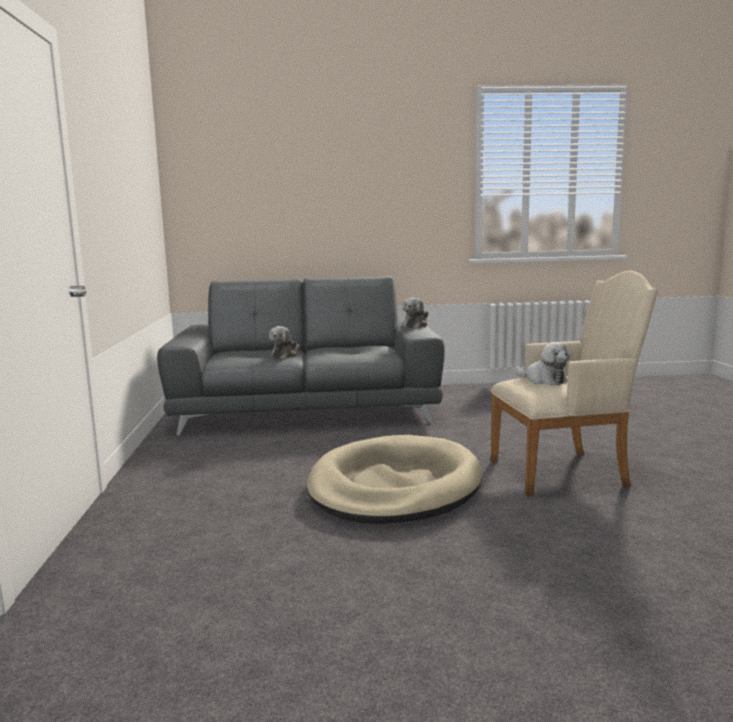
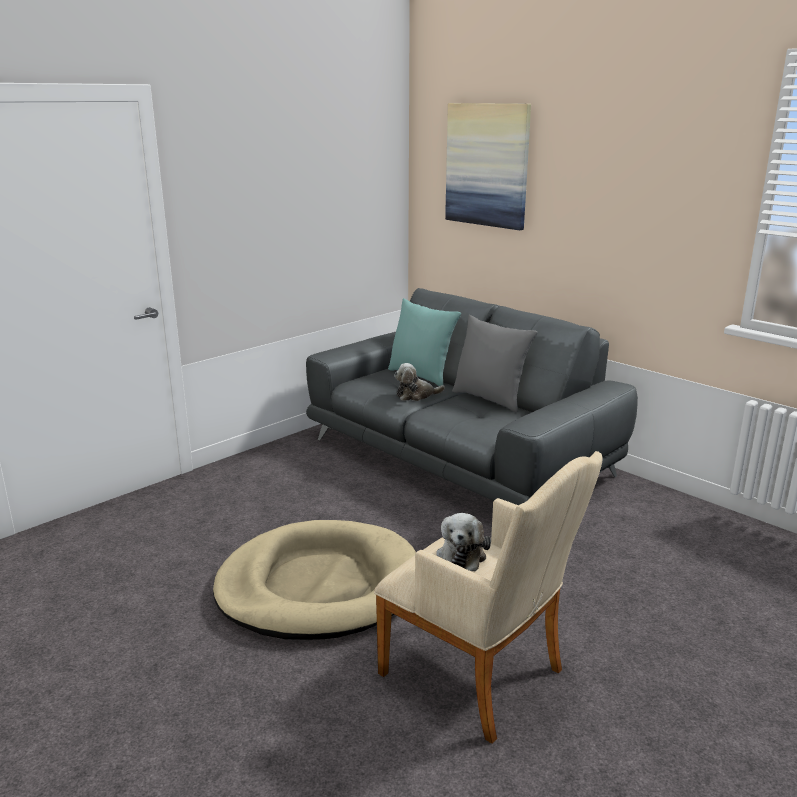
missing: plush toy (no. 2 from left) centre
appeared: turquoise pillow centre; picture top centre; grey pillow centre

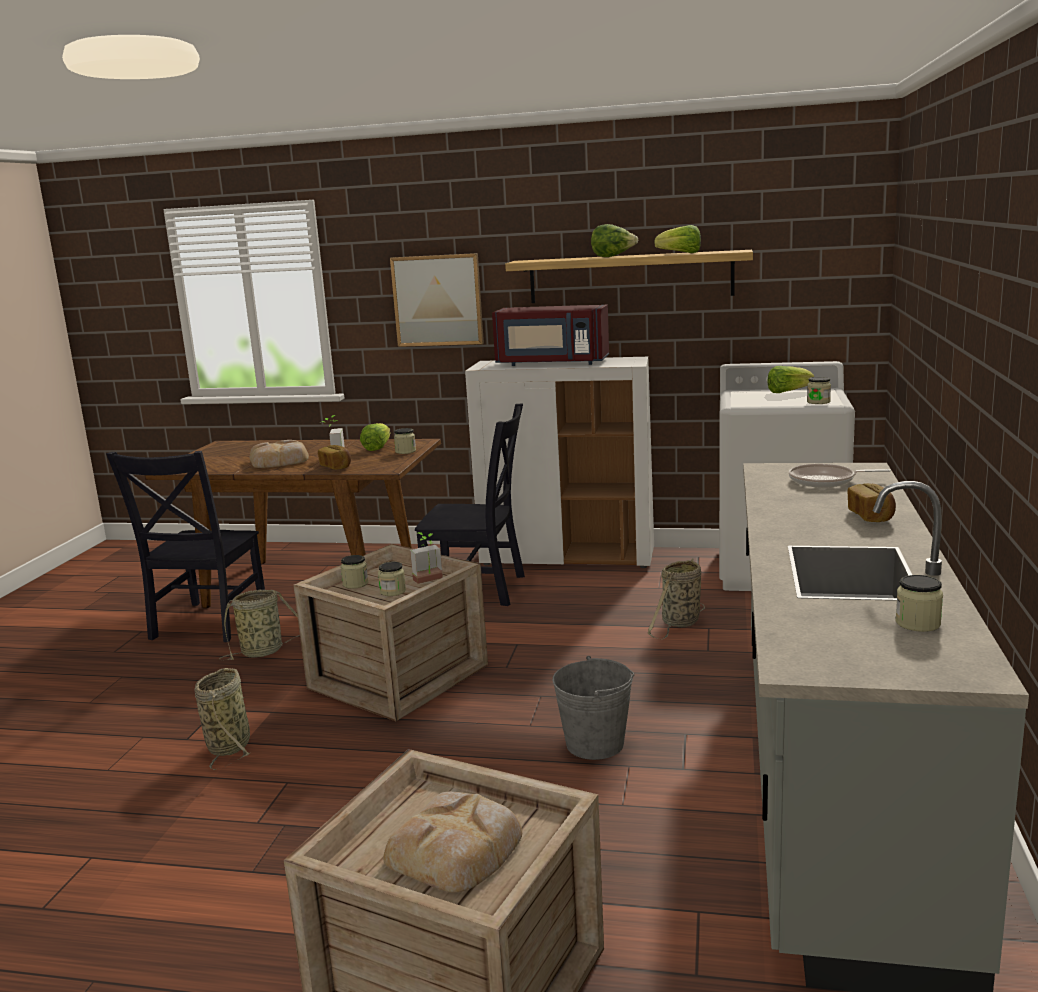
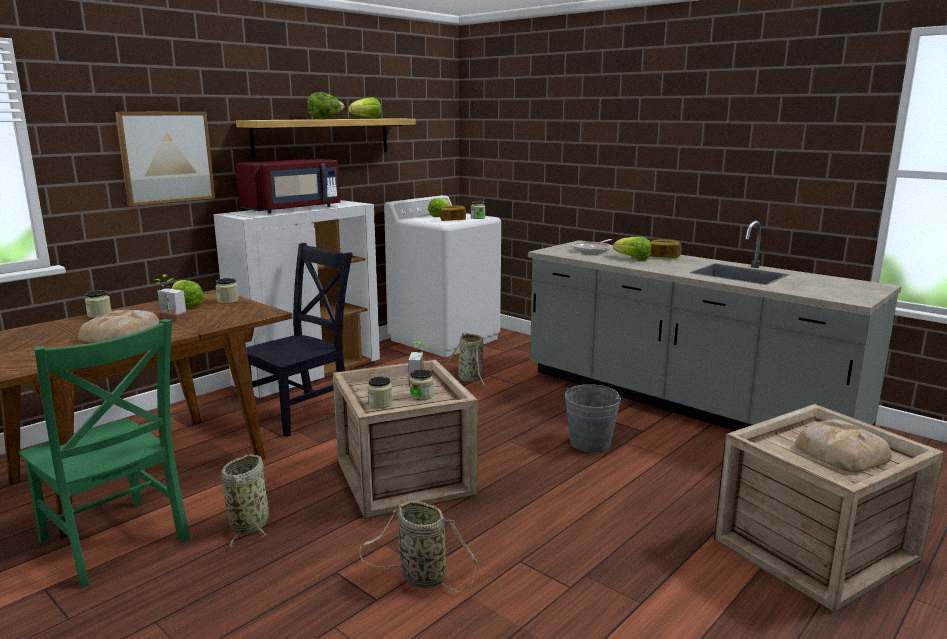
appeared: lettuce (no. 5 from left) middle right
relocated: jar (no. 5 from left in the first image) middle right to jar (no. 1 from left) middle left; bread (no. 2 from left) middle left to centre
colour: black chair (no. 1 from left) middle left to green chair bottom left

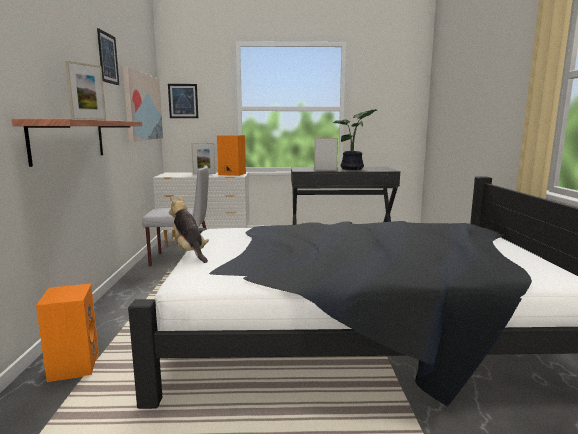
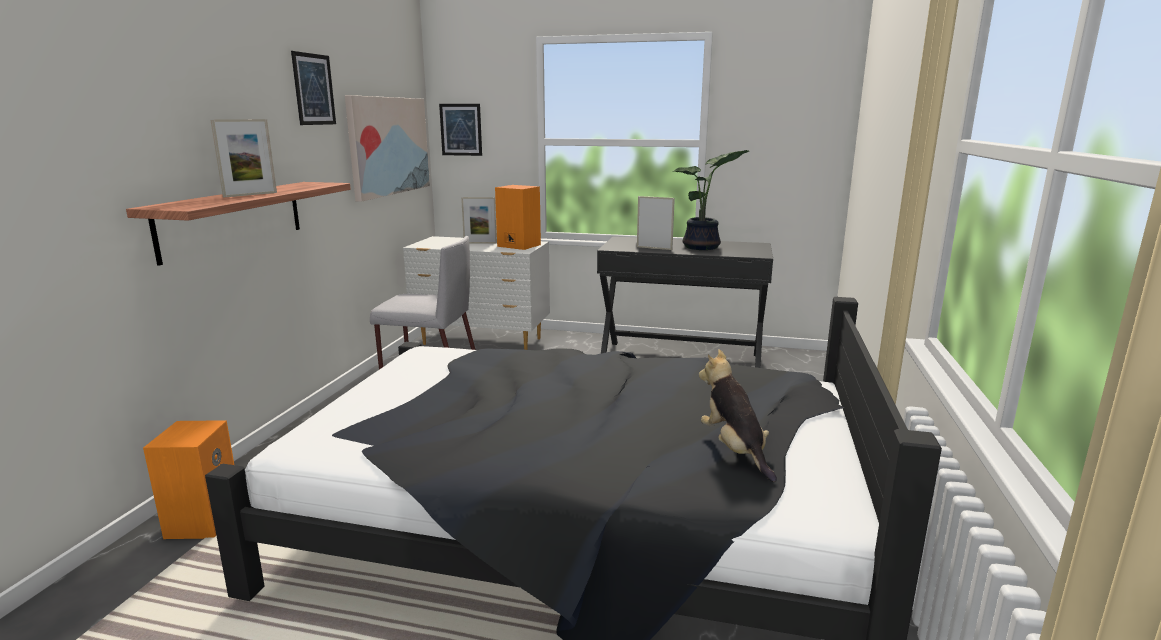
relocated: plush toy middle left to centre

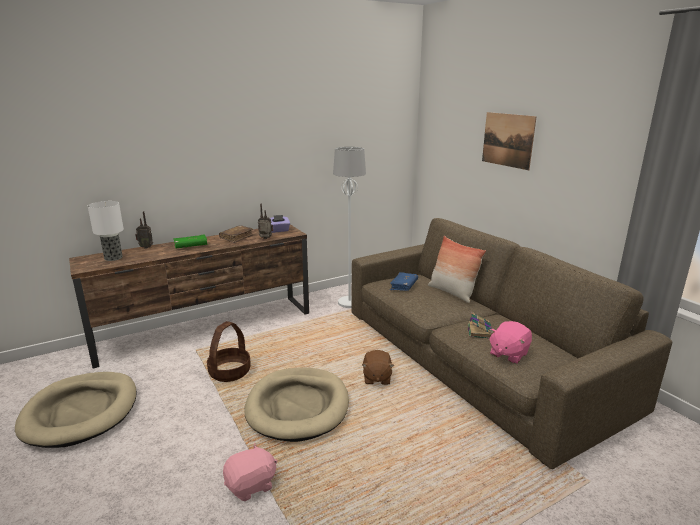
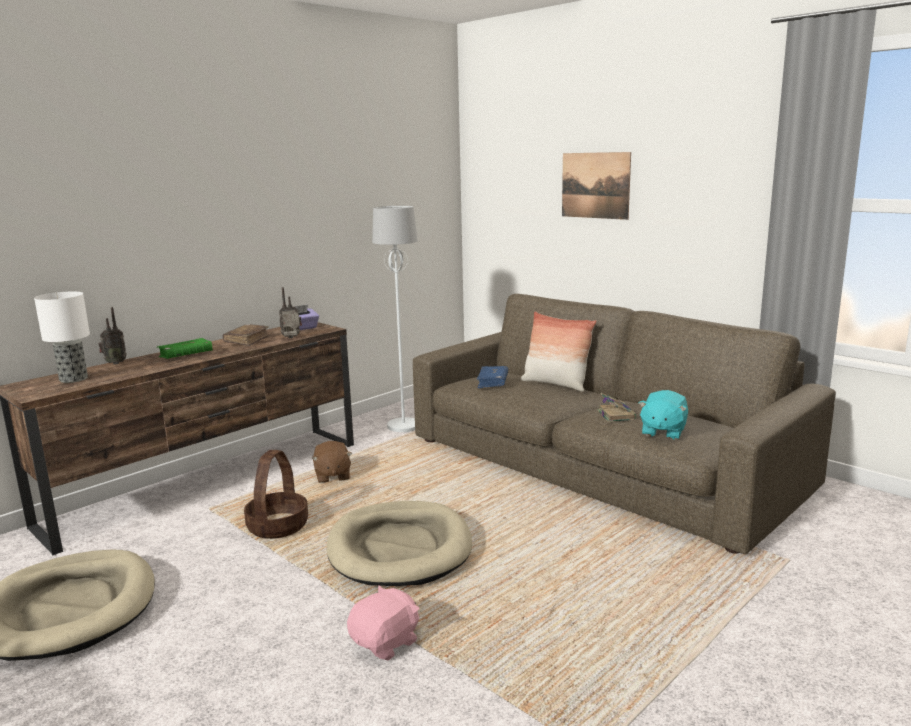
relocated: brown plush toy bottom centre to centre
colour: pink plush toy (no. 2 from left) middle right to turquoise plush toy middle right

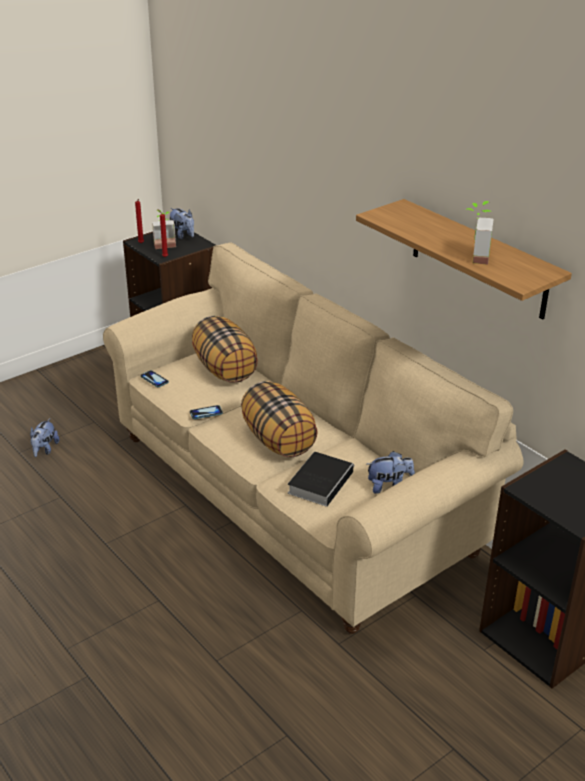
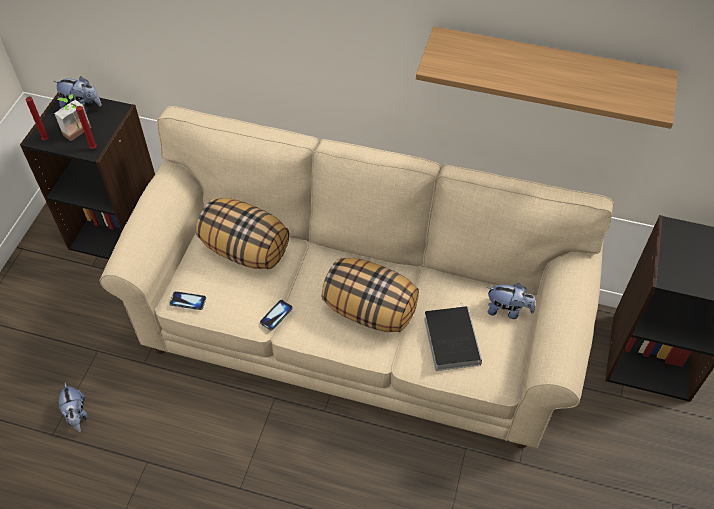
missing: potted plant (no. 2 from left) top right
spun: plush toy (no. 3 from left) middle right = middle right 60 degrees clockwise

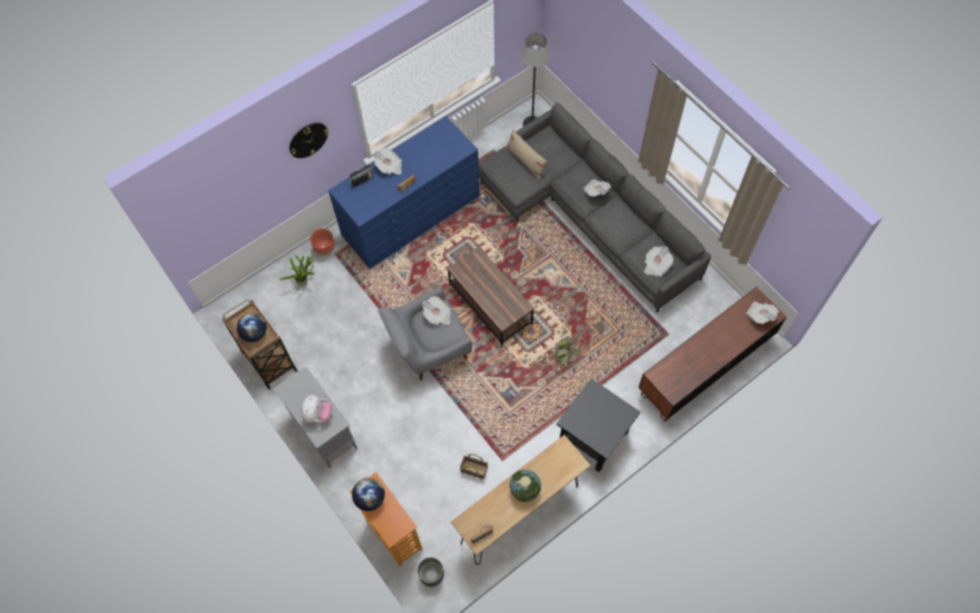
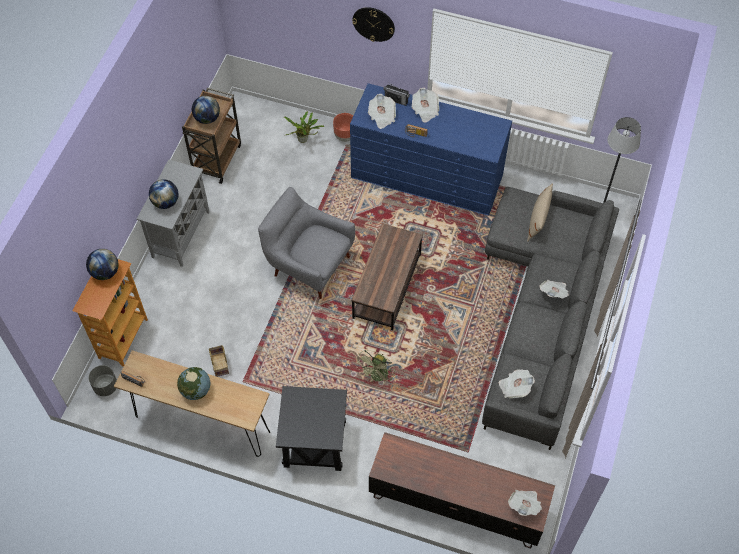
relocated: newspaper (no. 2 from left in the first image) centre to newspaper (no. 1 from left) top centre
exchanged: plush toy bottom left to globe (no. 2 from left) middle left

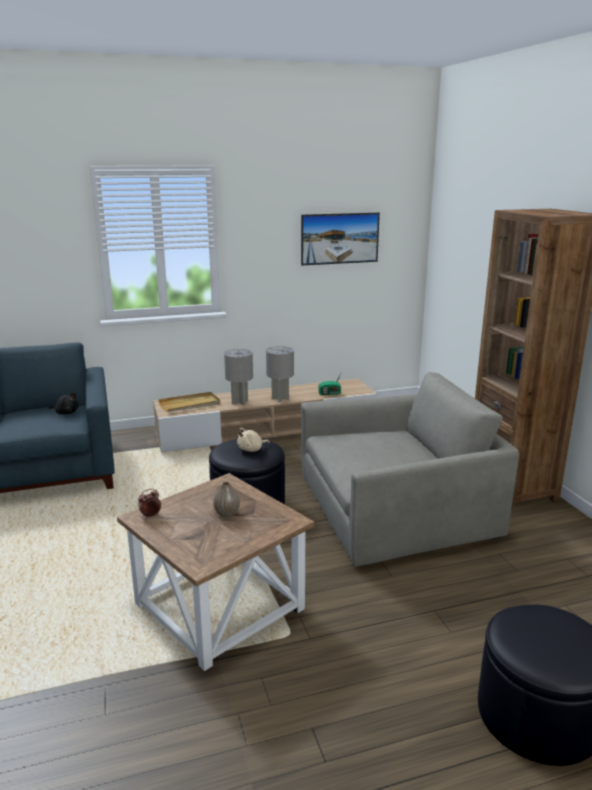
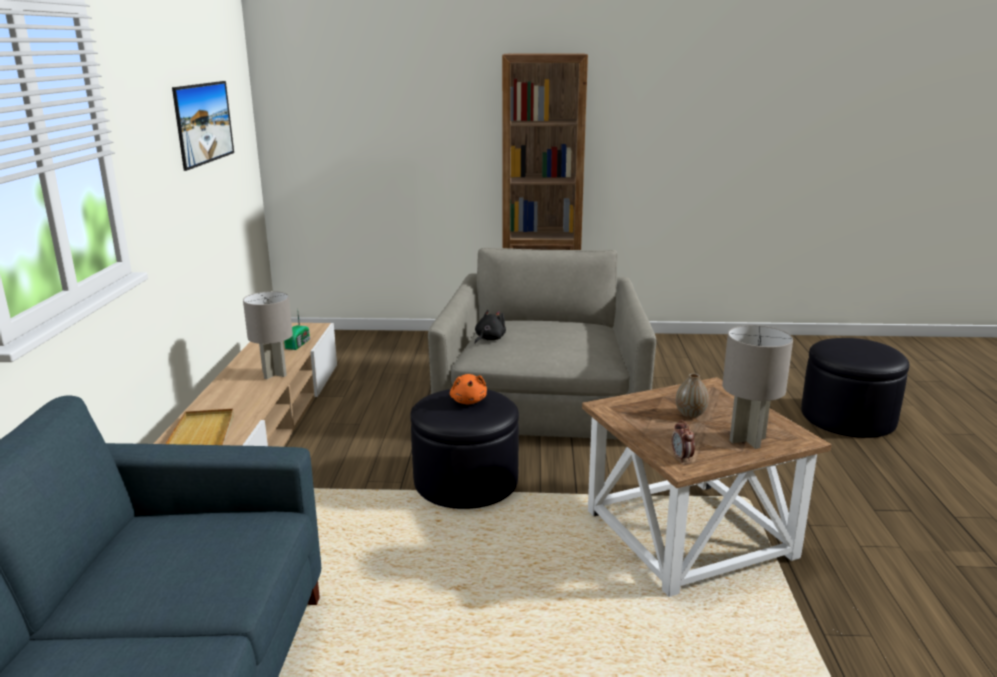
relocated: black plush toy middle left to centre; grey table lamp (no. 1 from left in the first image) centre to grey table lamp (no. 2 from left) middle right
colour: beige plush toy centre to orange plush toy centre

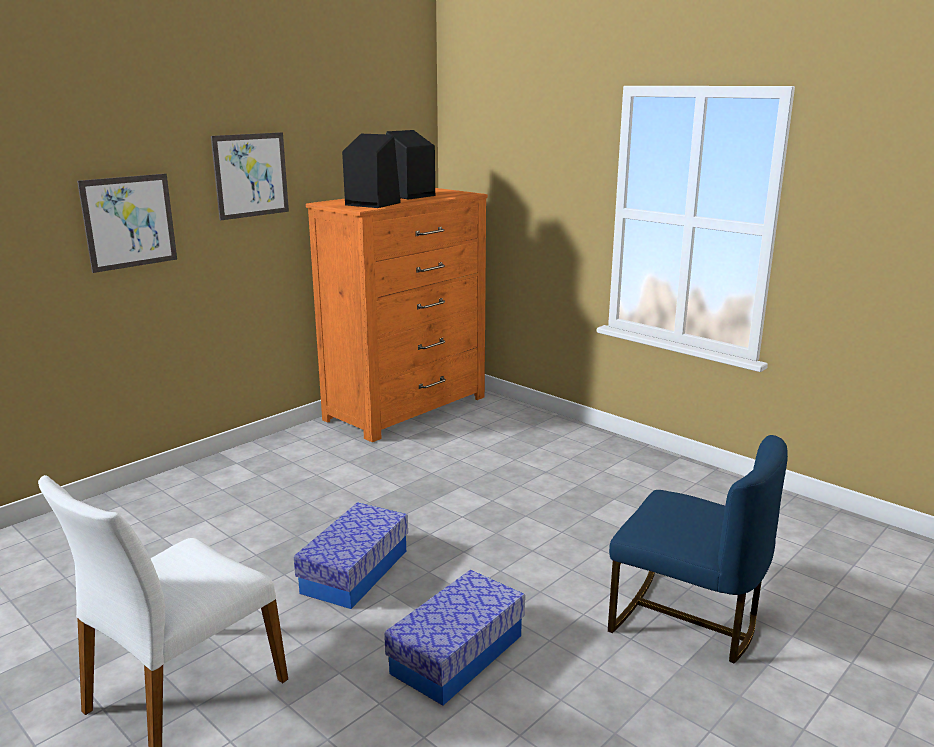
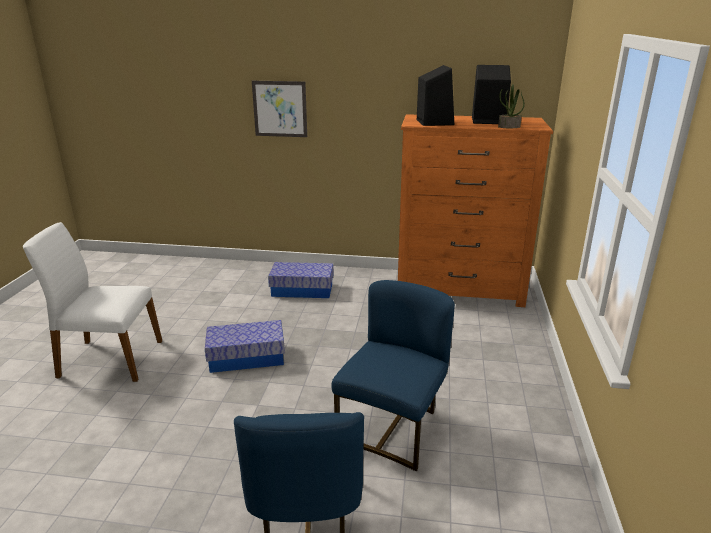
missing: picture (no. 2 from left) top left
appeared: blue chair (no. 2 from left) bottom centre; potted plant top right
relocated: storage box (no. 2 from left) bottom centre to centre

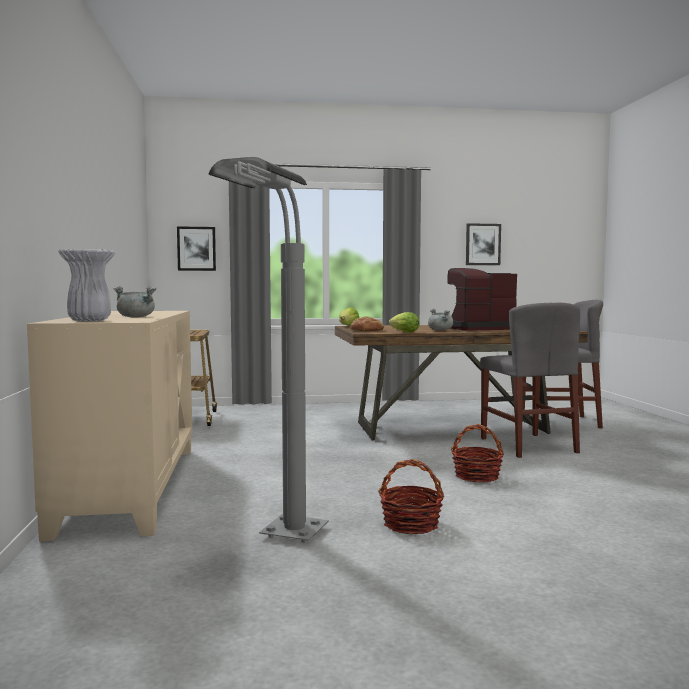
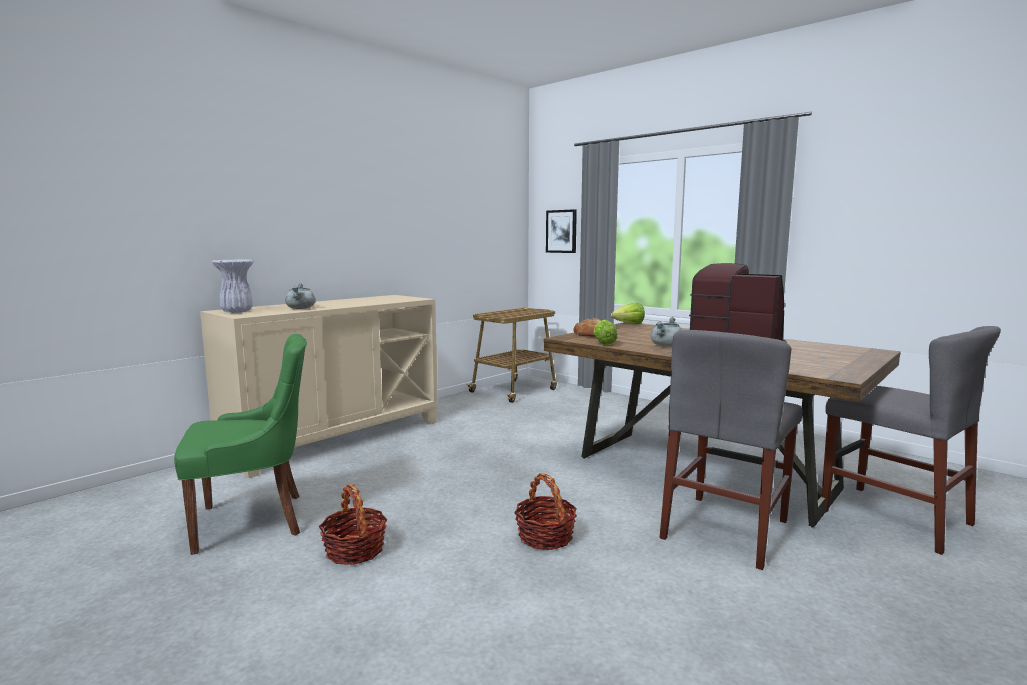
missing: picture (no. 2 from left) middle right
exchanged: grey floor lamp centre to green chair middle left

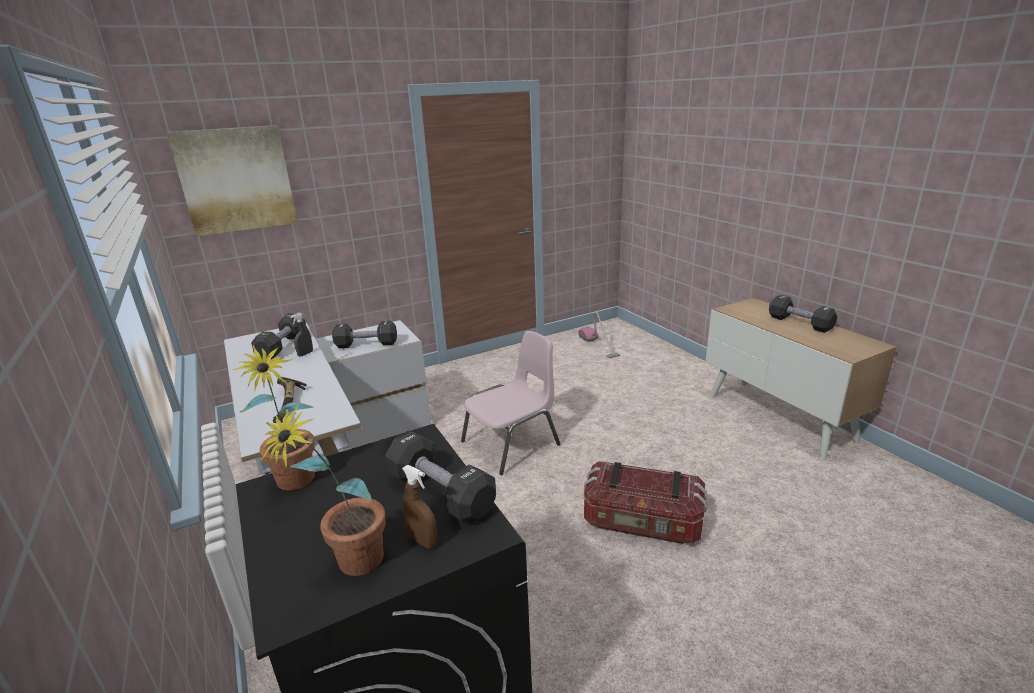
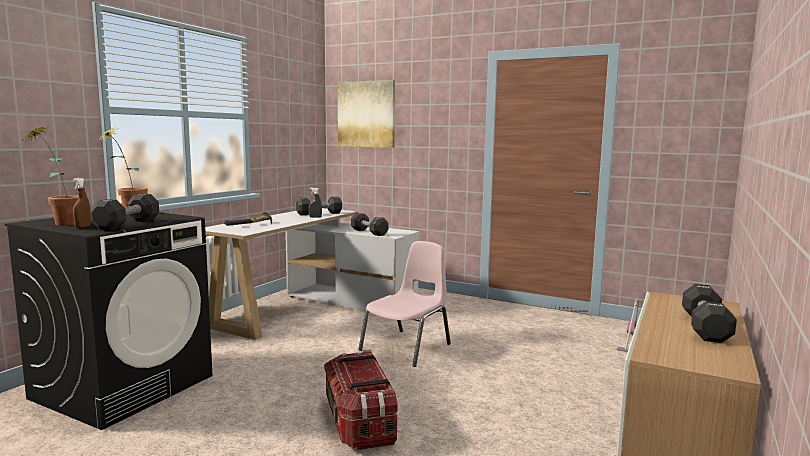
spun: pink chair centre = bottom centre 75 degrees counterclockwise

